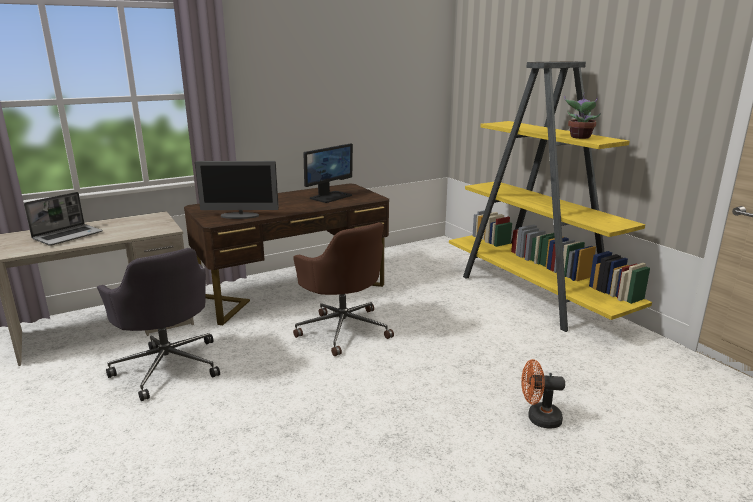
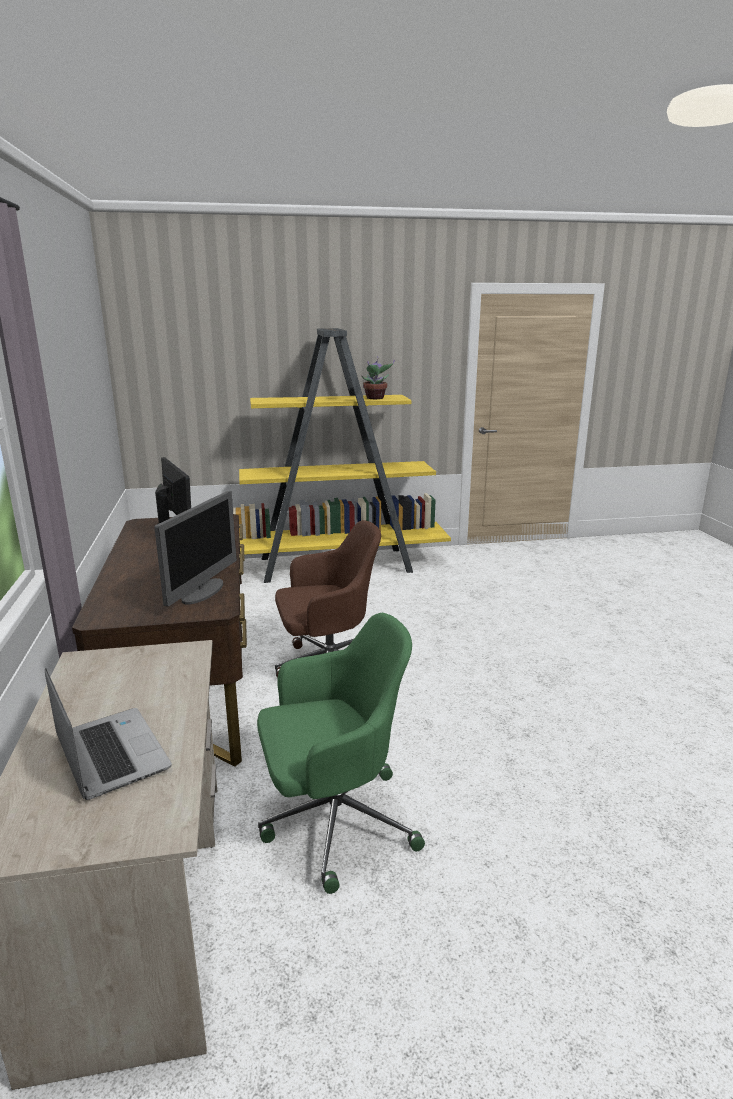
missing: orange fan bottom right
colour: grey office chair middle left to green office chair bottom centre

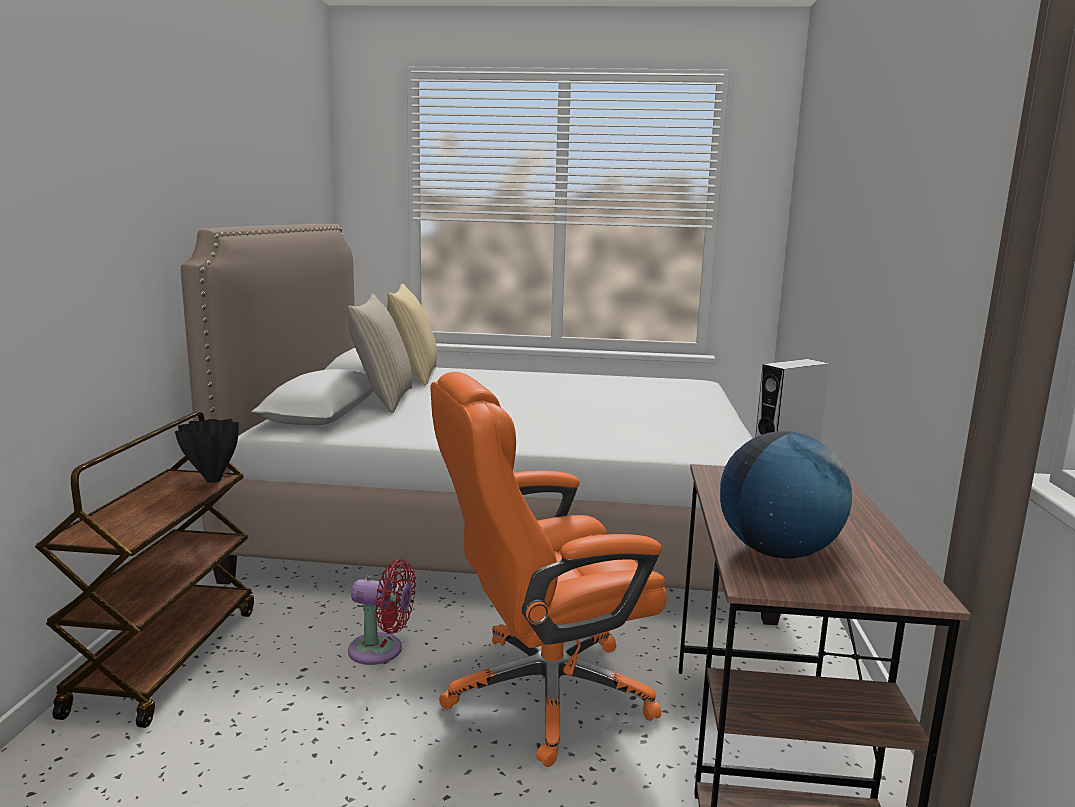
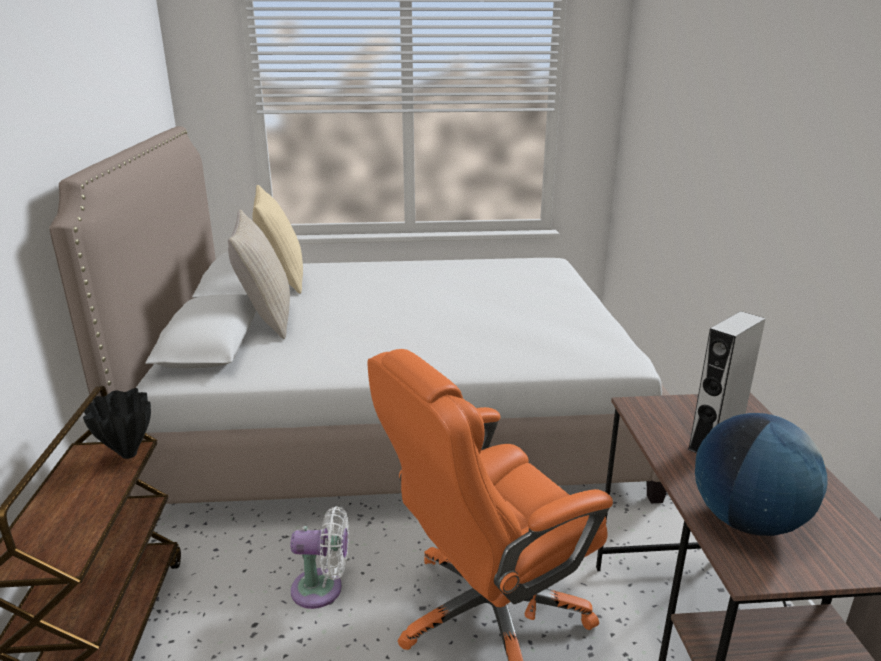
colour: red fan bottom centre to white fan bottom centre

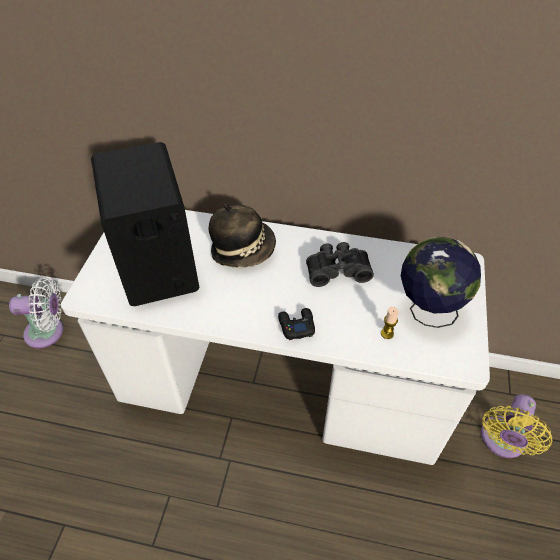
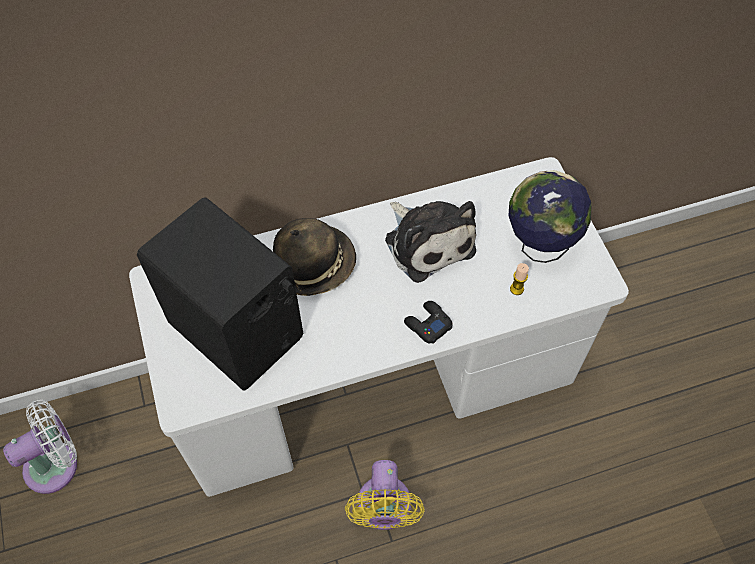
relocated: yellow fan bottom right to bottom centre
exchanged: black binoculars centre to plush toy centre

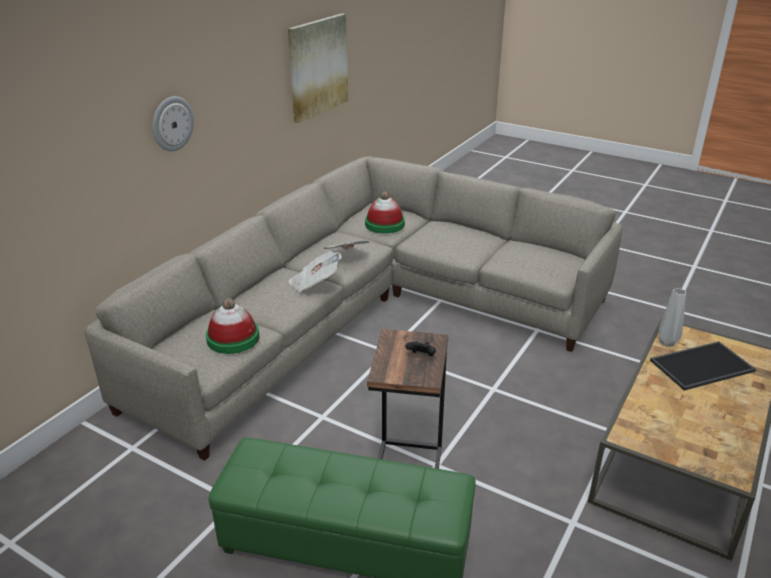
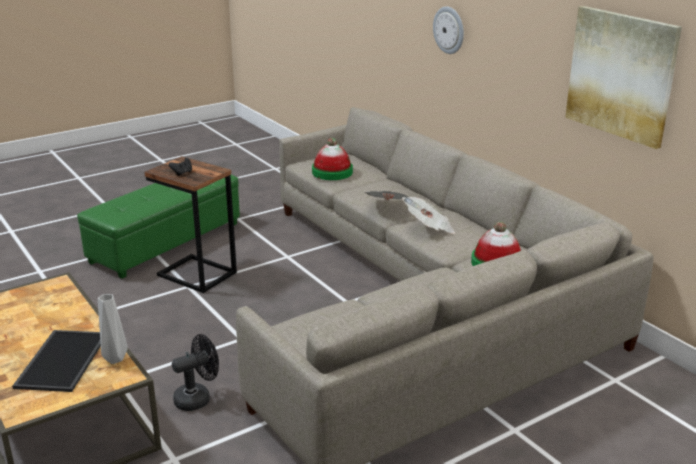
appeared: black fan bottom left

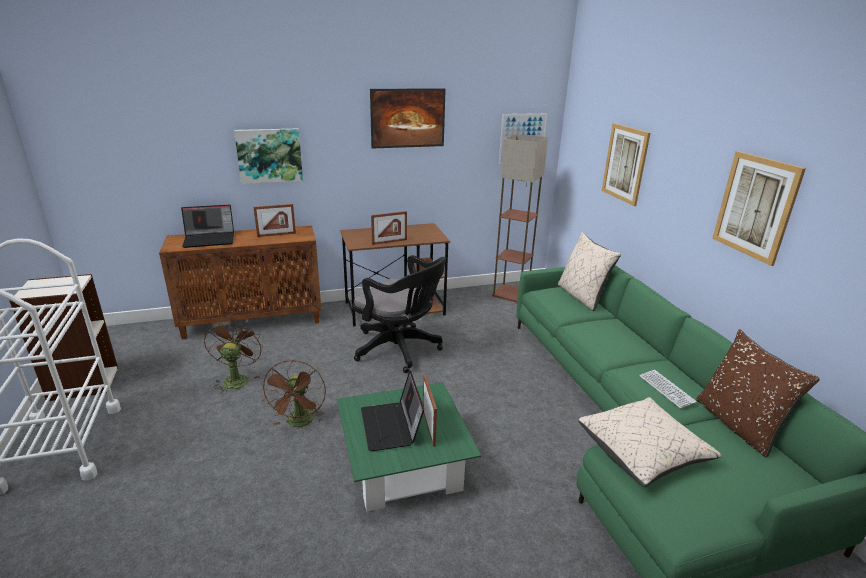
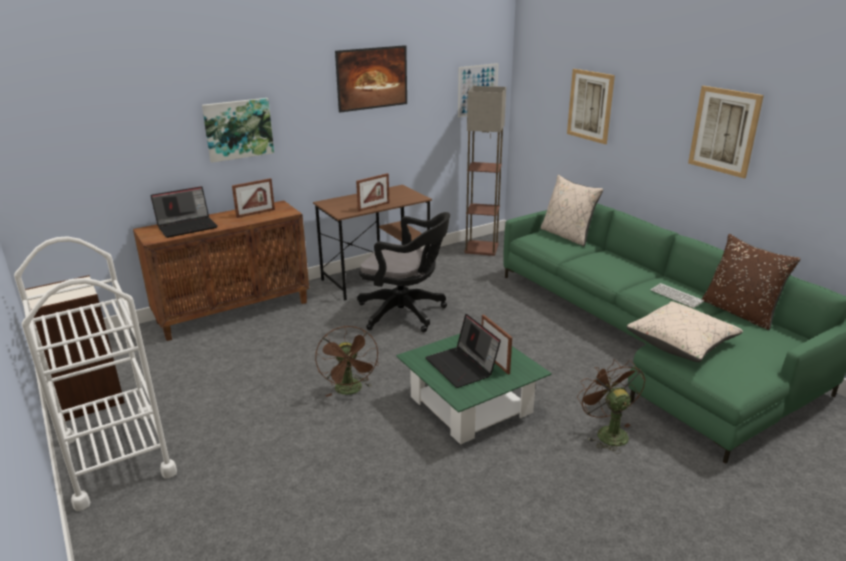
relocated: brown fan (no. 1 from left in the first image) middle left to brown fan (no. 2 from left) bottom right

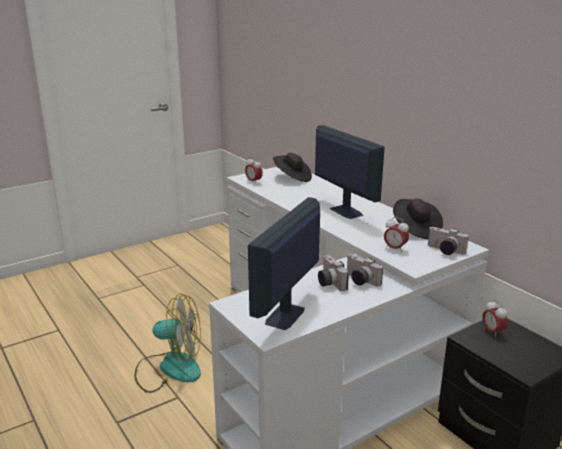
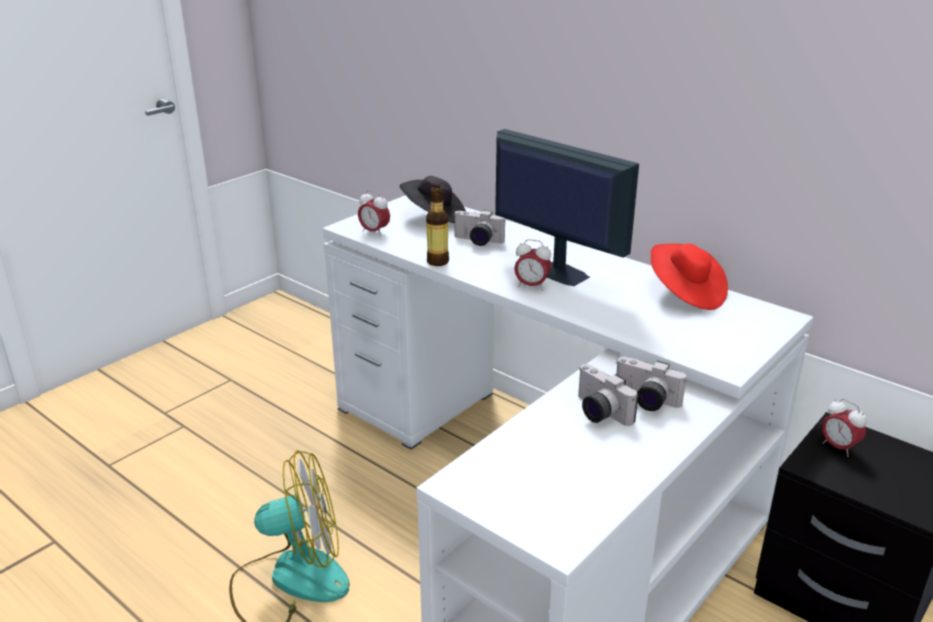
missing: monitor (no. 1 from left) centre
appeared: bottle centre
relocated: photo camera (no. 3 from left in the first image) middle right to photo camera (no. 1 from left) centre; alarm clock (no. 2 from left) middle right to centre
colour: black hat (no. 2 from left) middle right to red hat middle right

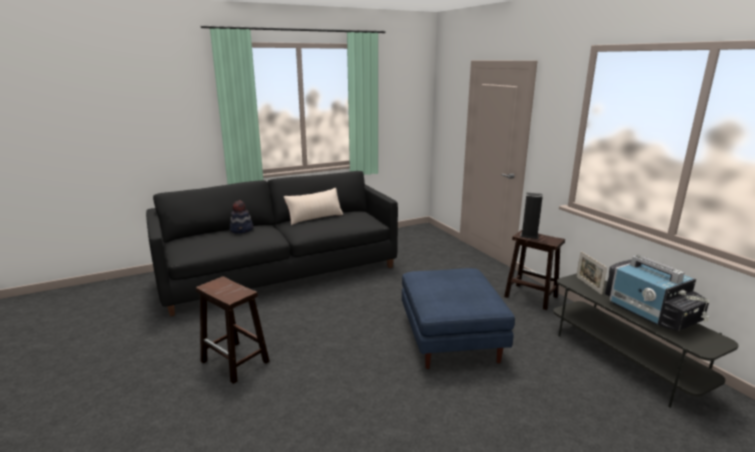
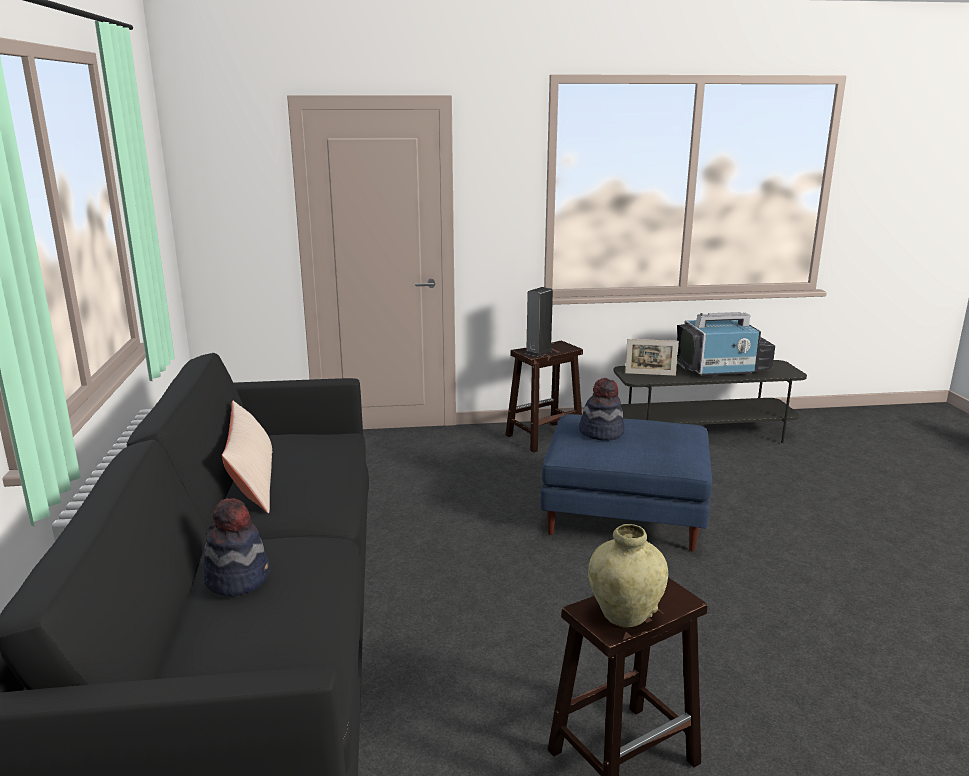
appeared: hat (no. 2 from left) centre; beige vase bottom centre

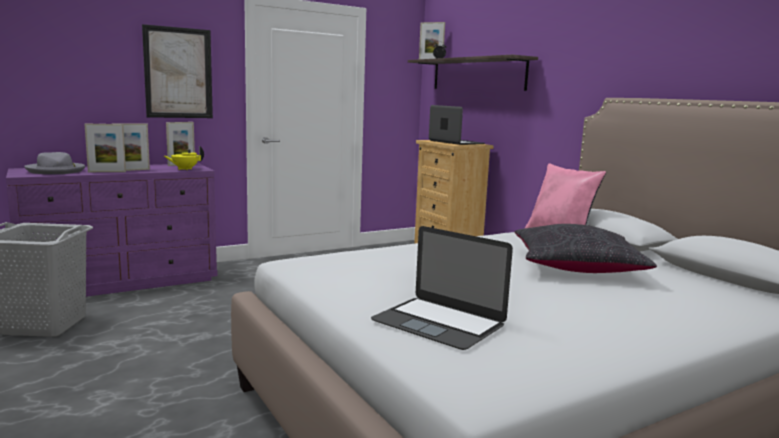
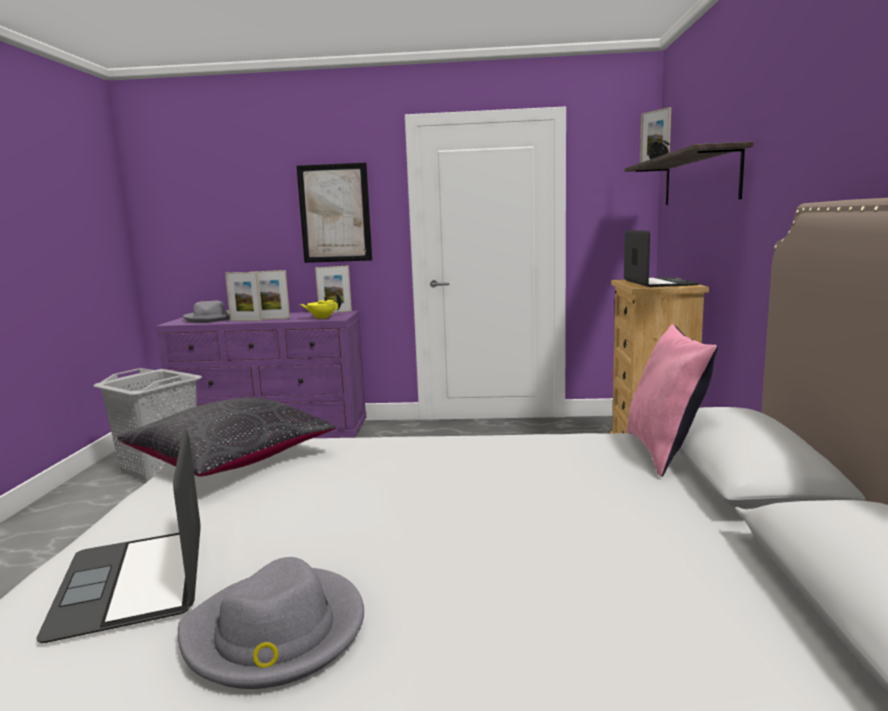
appeared: grey hat (no. 2 from left) bottom left
relocated: black pillow middle right to middle left

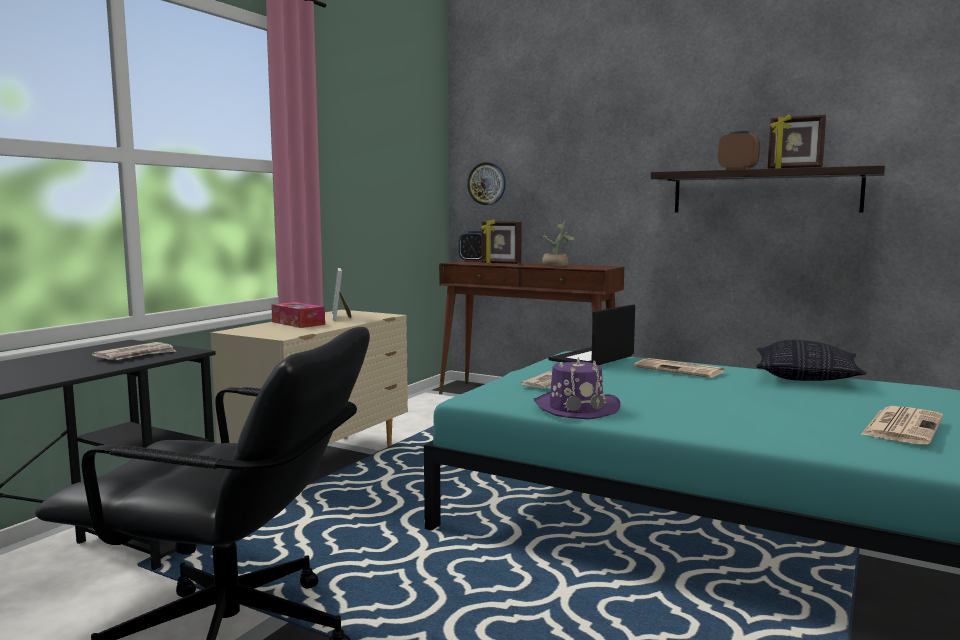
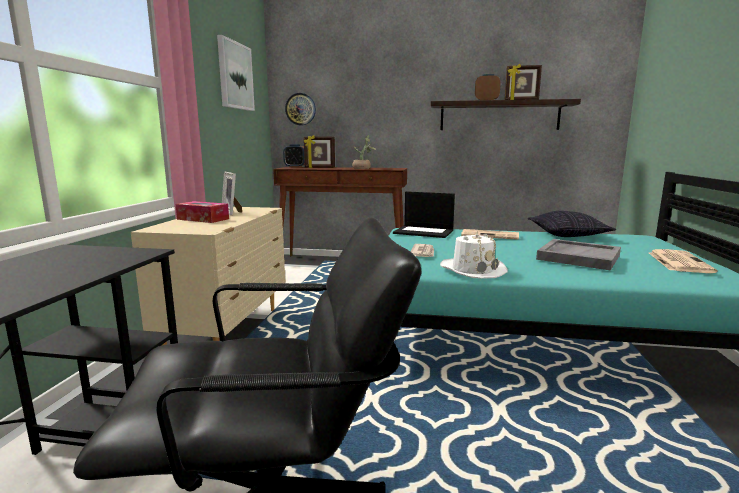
missing: newspaper (no. 1 from left) middle left
appeared: picture top left; grey tray middle right
colour: purple hat centre to white hat centre
spun: laptop centre = centre 90 degrees counterclockwise

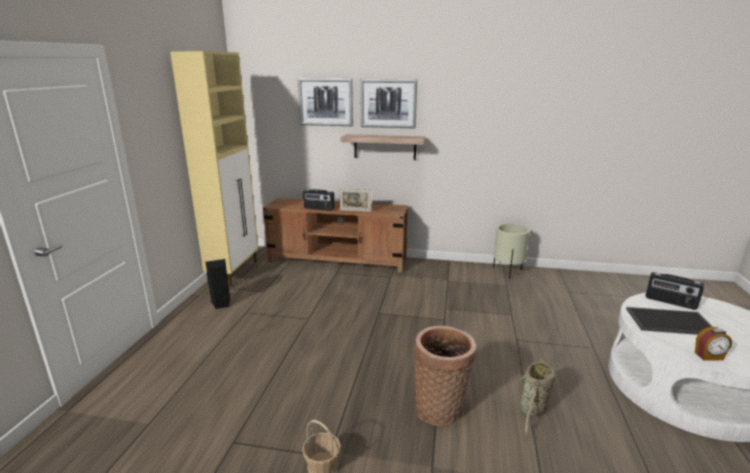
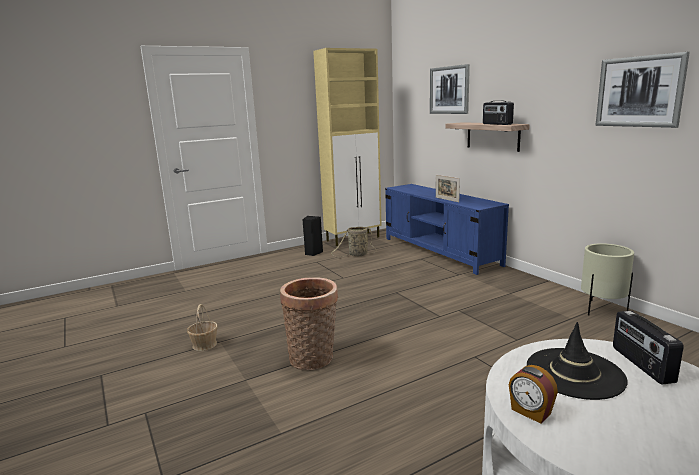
relocated: basket (no. 3 from left) bottom right to centre; radio (no. 1 from left) centre to top right; picture (no. 2 from left) top centre to top right
exchanged: tray bottom right to black hat bottom right
colour: brown tv stand centre to blue tv stand centre

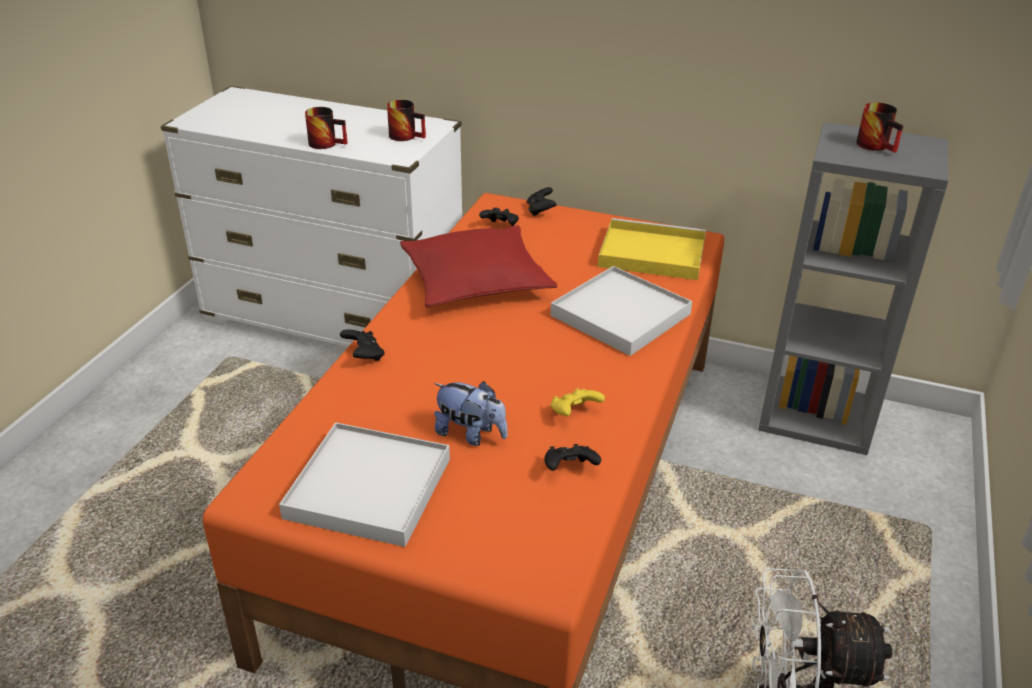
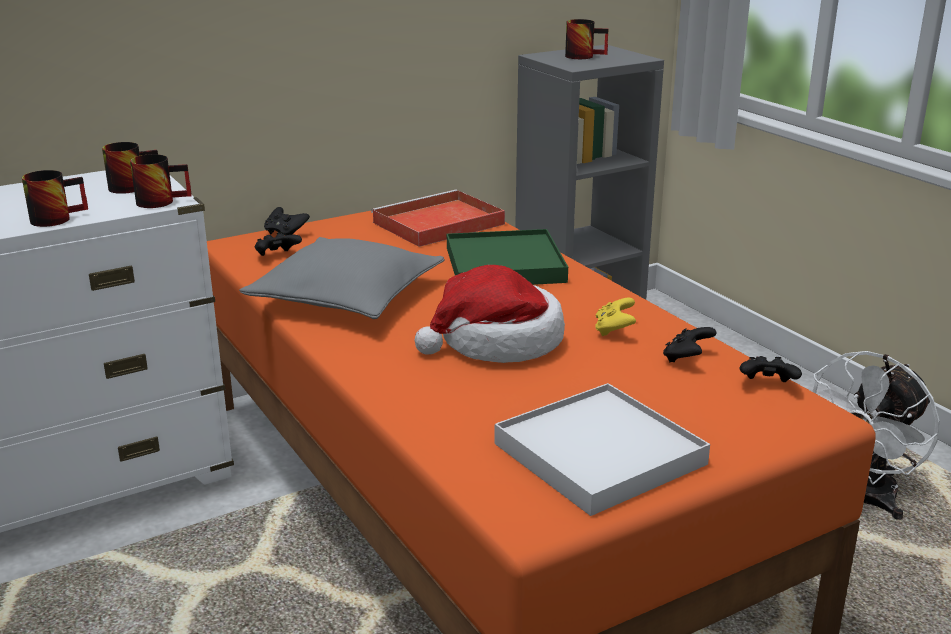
missing: plush toy centre
appeared: mug (no. 3 from left) top left; hat centre
relocated: black game controller (no. 1 from left in the first image) centre to black game controller (no. 4 from left) middle right
colour: red pillow centre to grey pillow centre; yellow tray centre to red tray centre; white tray (no. 2 from left) centre to green tray centre

